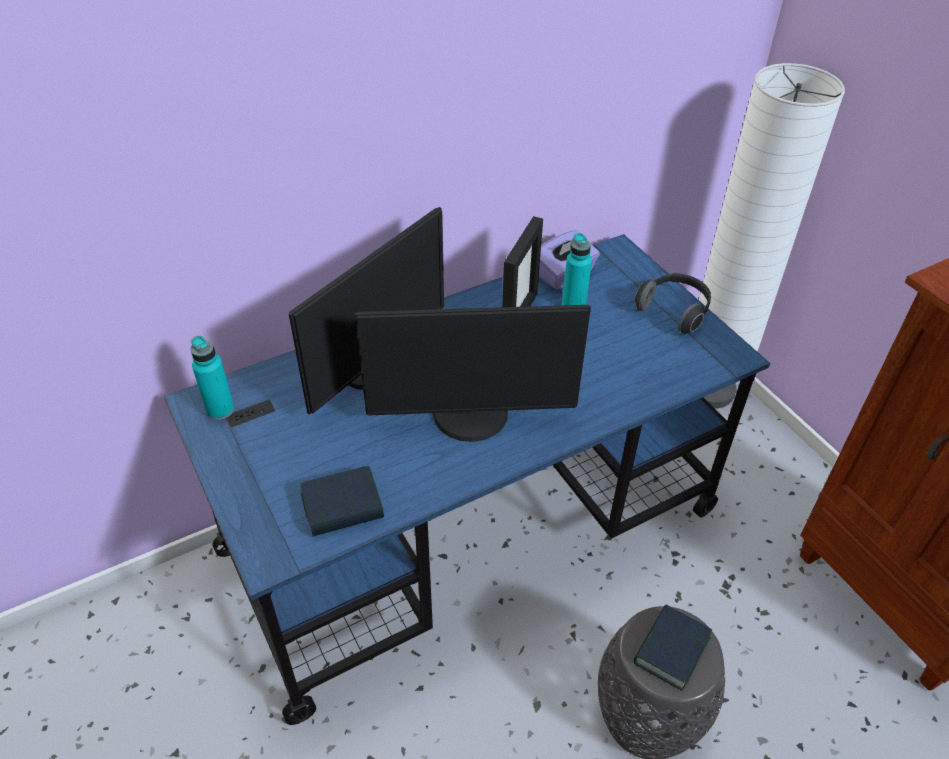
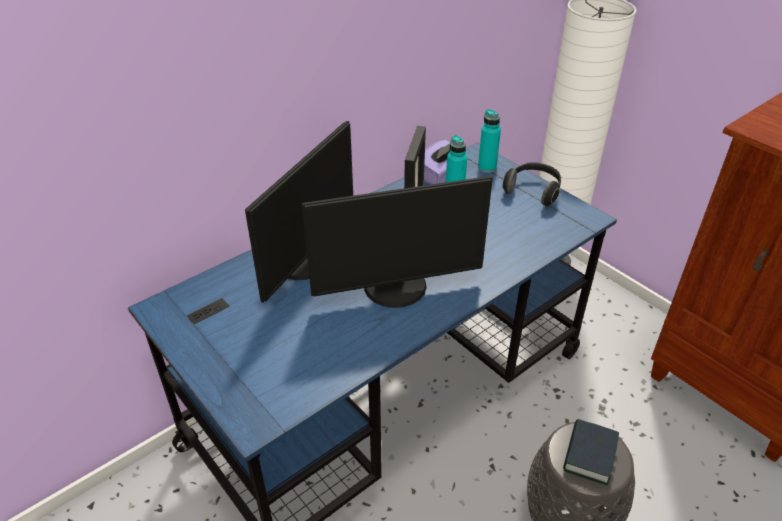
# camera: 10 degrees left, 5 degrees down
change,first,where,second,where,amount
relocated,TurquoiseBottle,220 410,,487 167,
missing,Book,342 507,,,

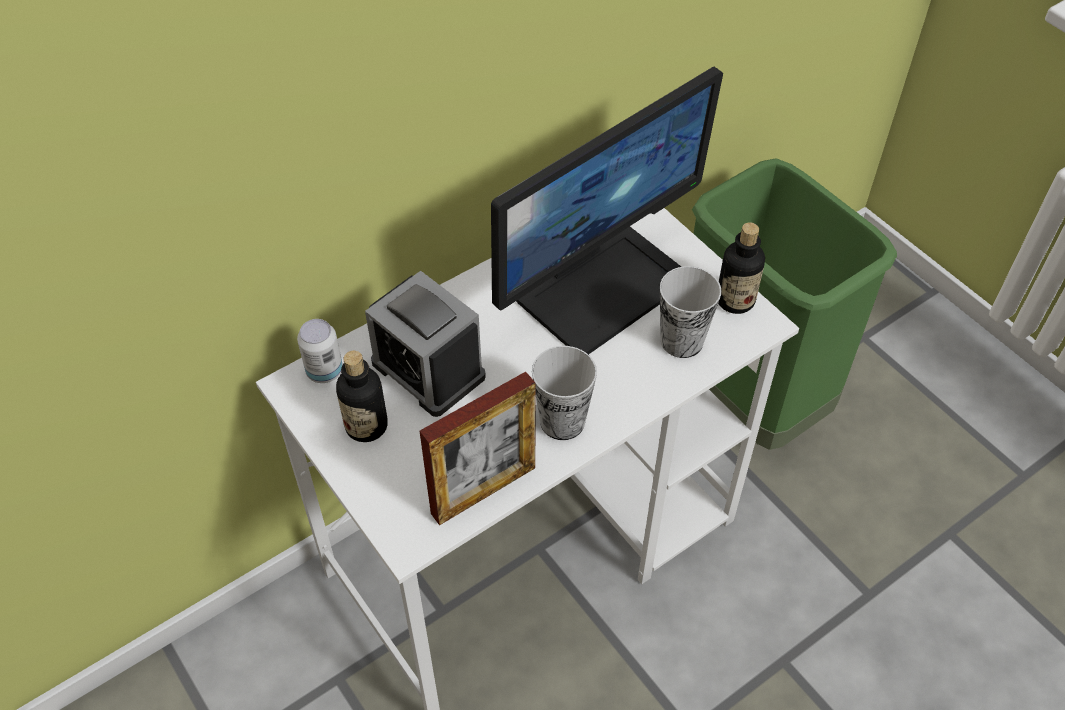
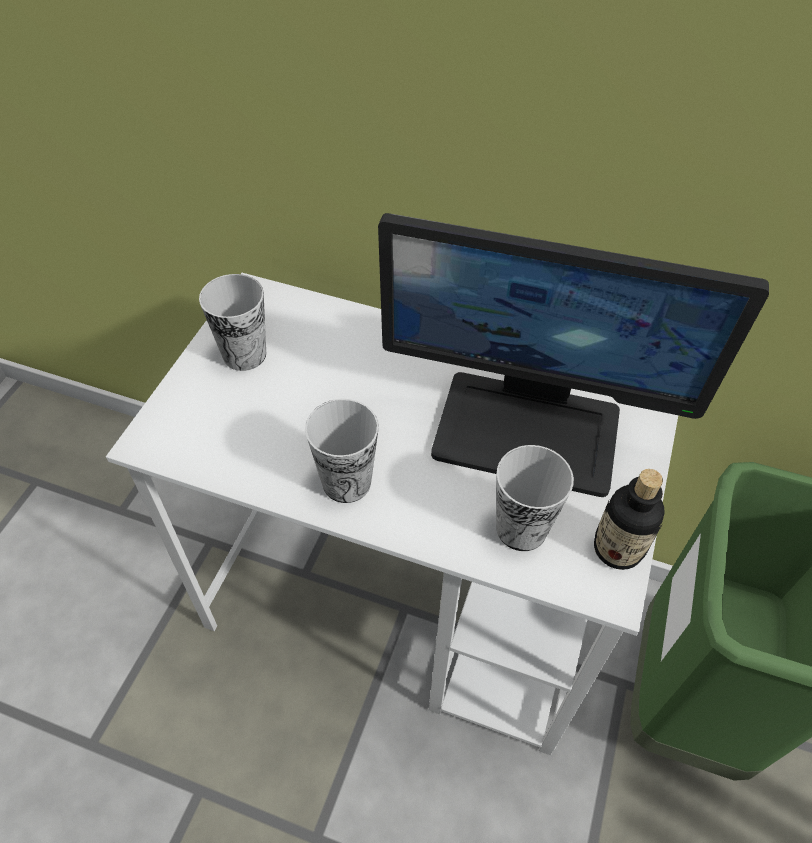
# camera: 55 degrees right, 0 degrees up
change,first,where,second,where,amount
missing,AlarmClock,428 370,,,
missing,Can,324 371,,,
exchanged,Bottle,366 426,Cup,244 354,
missing,PictureFrame,483 490,,,

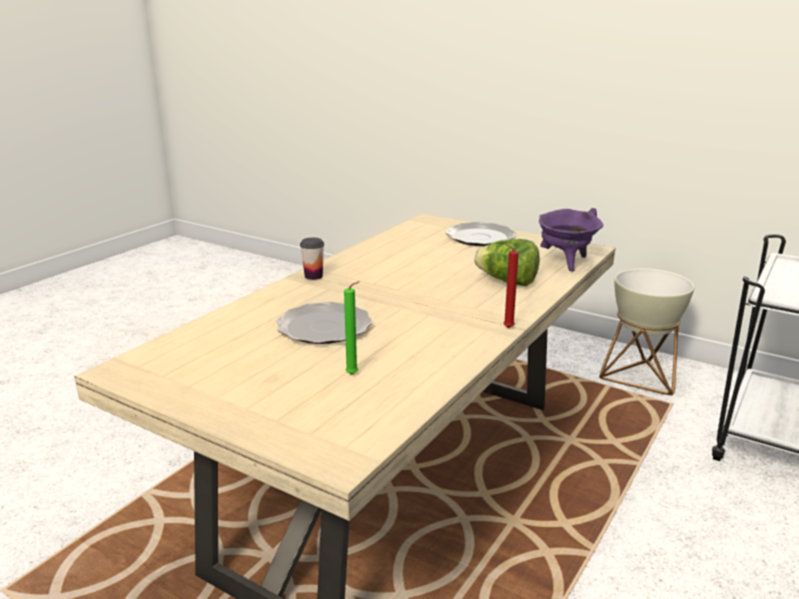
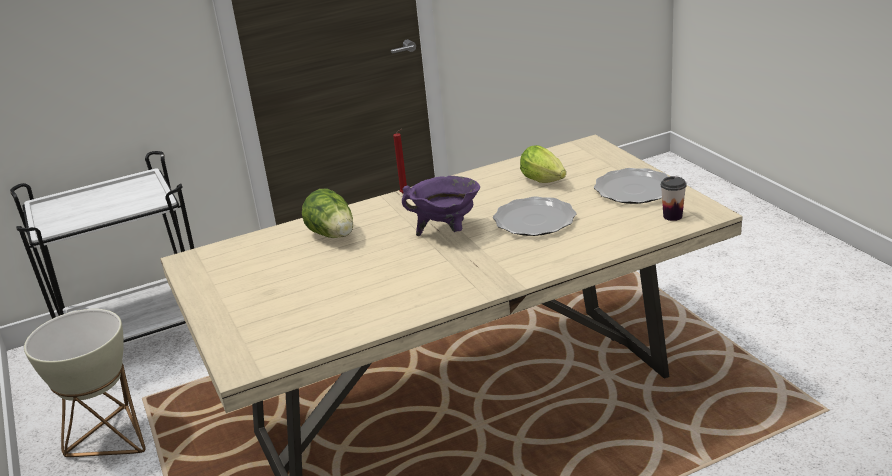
# camera: 145 degrees left, 5 degrees up
change,first,where,second,where,amount
relocated,PurpleCookingPot,565 262,,447 232,
relocated,Plate,480 237,,633 189,
relocated,Cup,313 276,,672 216,
exchanged,GreenCandle,353 375,Lettuce,545 181,

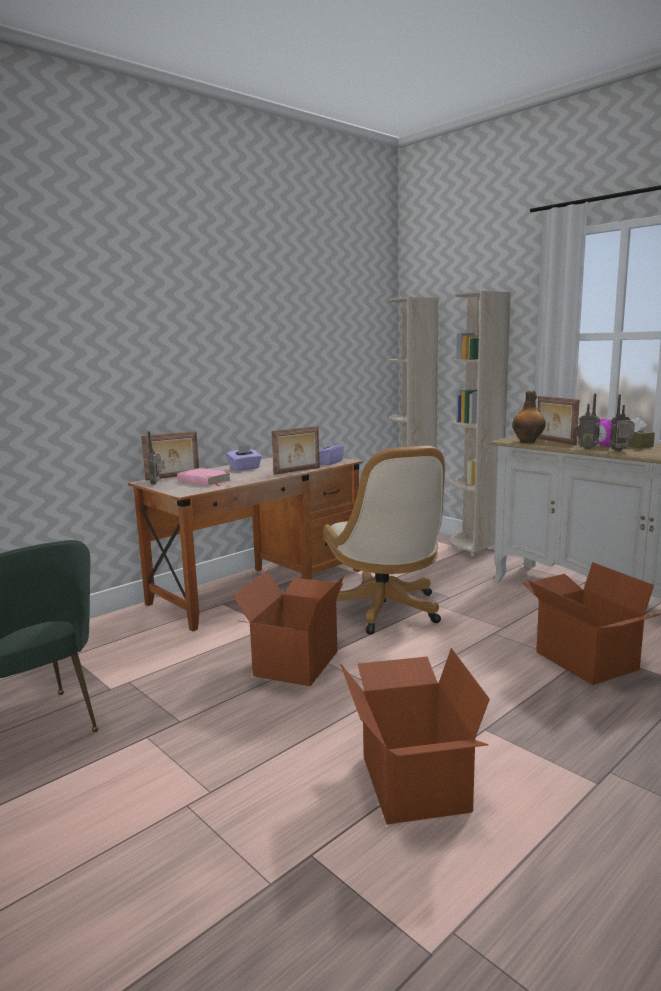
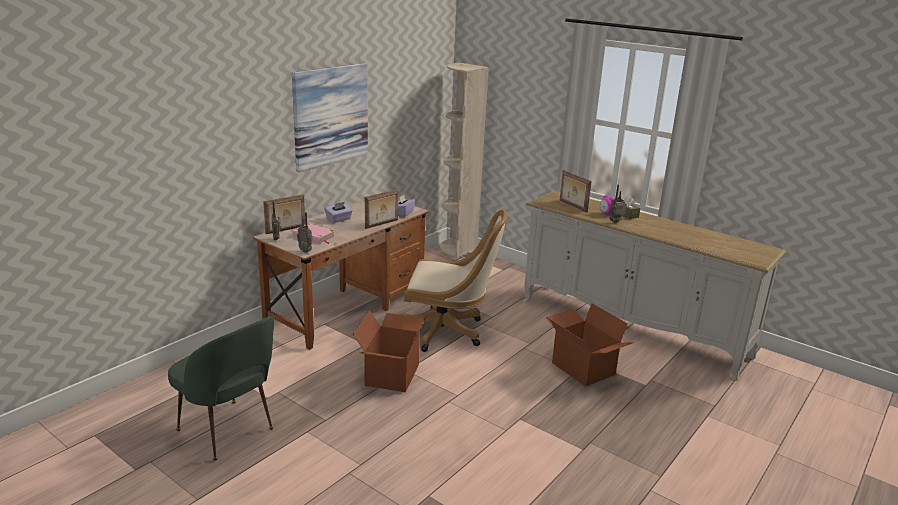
# camera: 10 degrees left, 10 degrees up
change,first,where,second,where,amount
missing,BeigeBookcase,471 548,,,
missing,Bottle,528 442,,,
relocated,Radio,587 448,,306 251,
spun,OfficeChair,386 612,,448 331,60 degrees counterclockwise
missing,CardboardBox,412 783,,,
appeared,,,Picture,331 116,

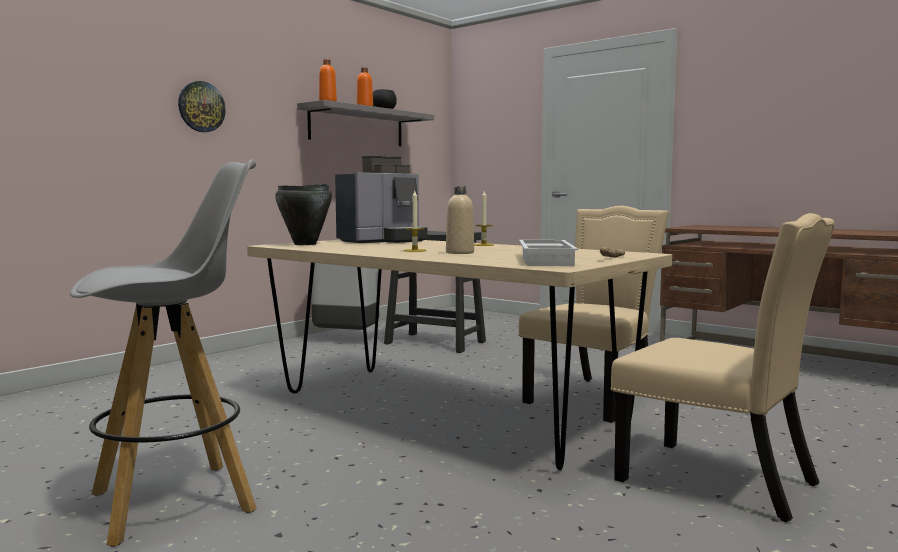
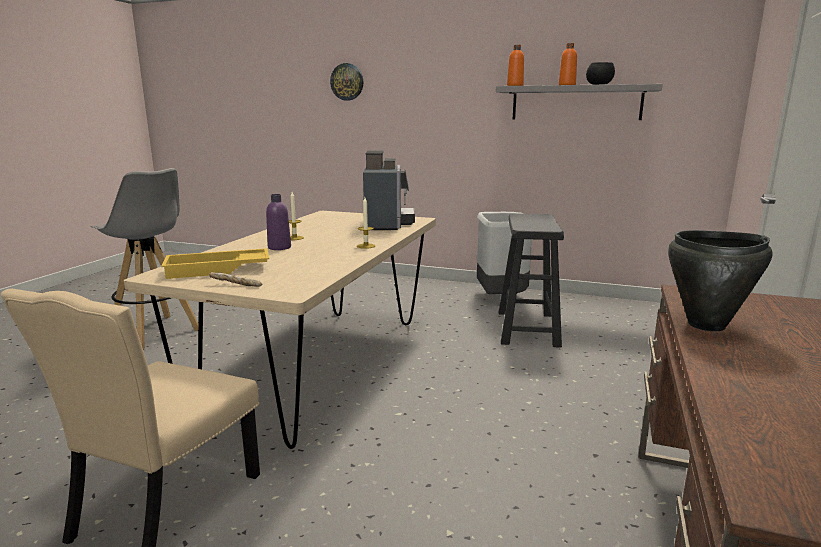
# camera: 70 degrees right, 10 degrees up
change,first,where,second,where,amount
relocated,WallClock,201 107,,347 82,
spun,CoffeeMachine,383 241,,388 224,120 degrees counterclockwise
relocated,BlackCookingPot,305 244,,707 325,
colour,BeigeBottle,460 253,PurpleBottle,279 247,
missing,BeigeChair,592 399,,,
colour,WhiteTray,547 260,YellowTray,217 270,

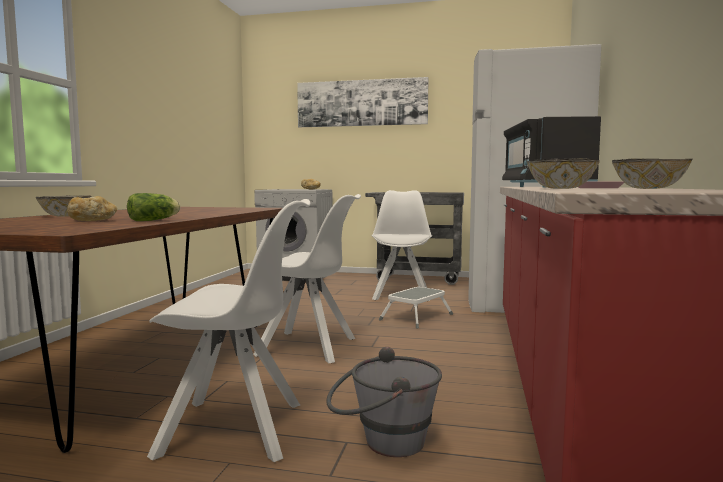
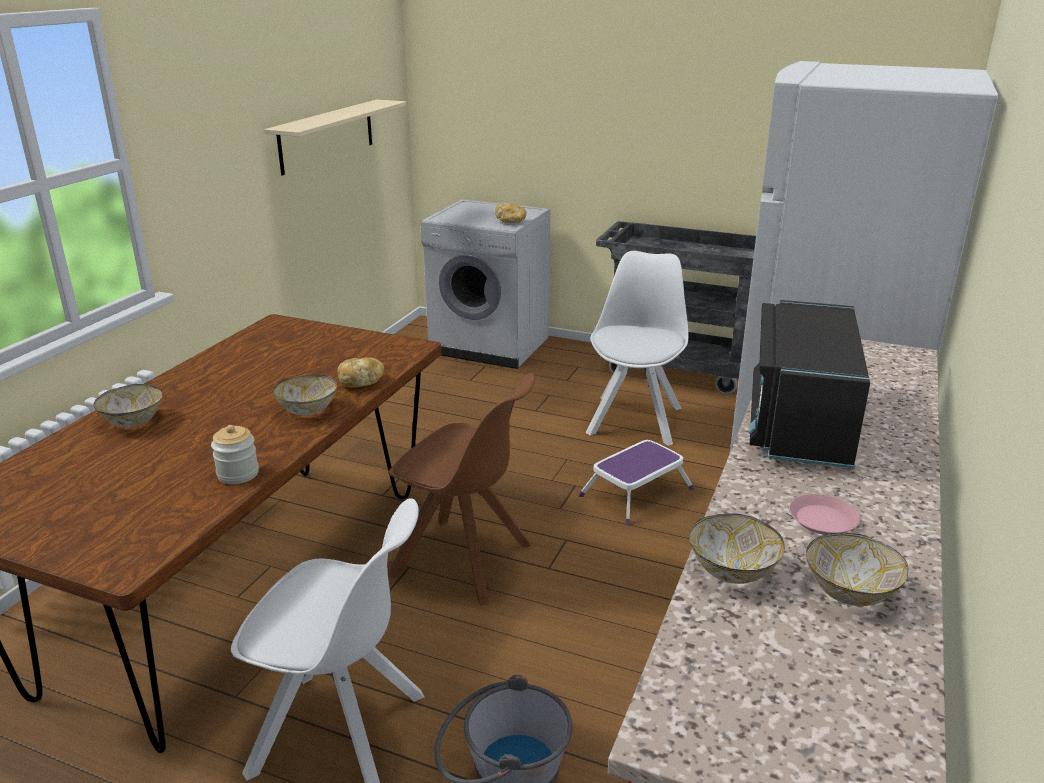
# camera: 10 degrees right, 20 degrees up
change,first,where,second,where,amount
missing,Picture,361 103,,,
exchanged,Lettuce,155 220,Jar,238 474,
colour,WhiteChair,309 347,BrownChair,464 561,
relocated,Bread,92 220,,361 382,
colour,GreyStepLadder,416 317,PurpleStepLadder,636 492,
appeared,,,BeigeShelf,327 136,
appeared,,,Bowl,308 410,

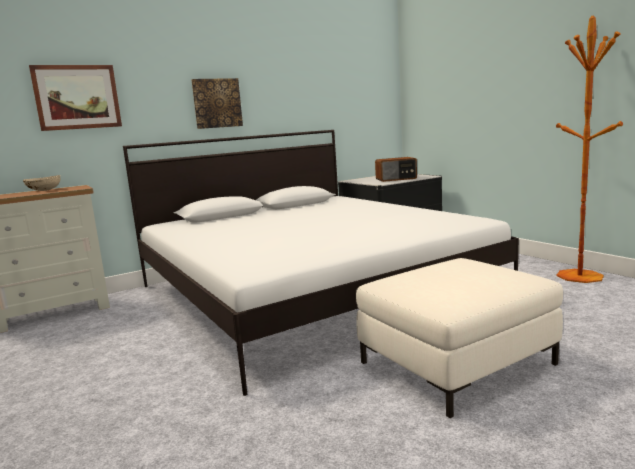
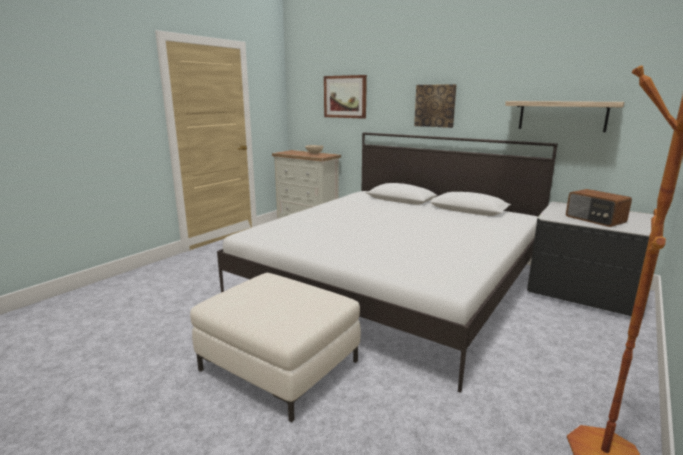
# camera: 65 degrees right, 5 degrees up
change,first,where,second,where,amount
appeared,,,Shelf,562 115,

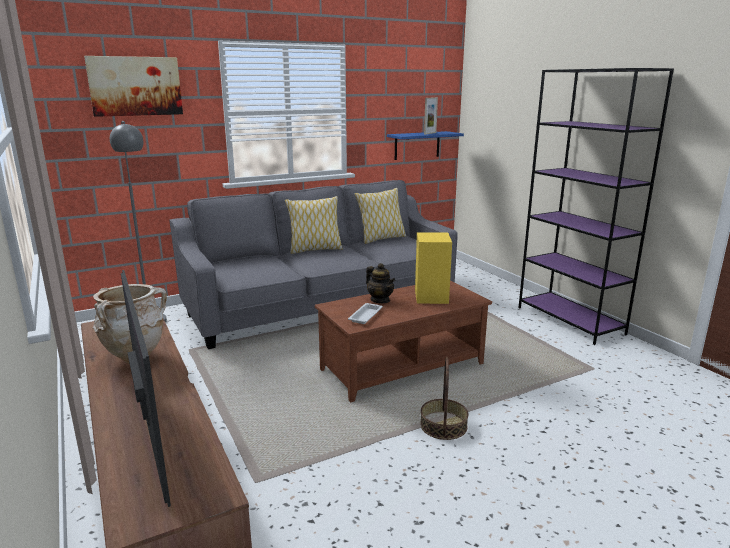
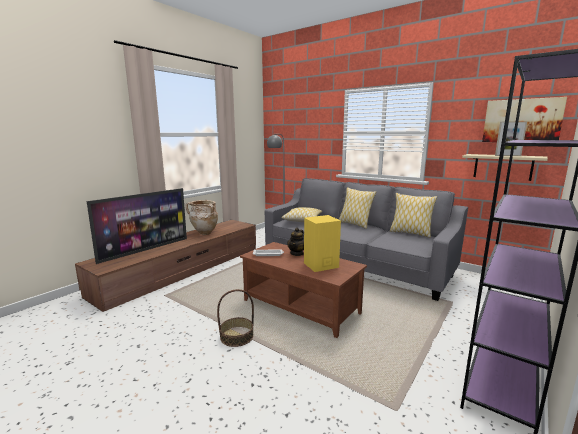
# camera: 65 degrees right, 5 degrees down
change,first,where,second,where,amount
relocated,Picture,135 86,,521 121,
colour,BlueShelf,417 145,BeigeShelf,502 167,
appeared,,,Pillow,302 220,

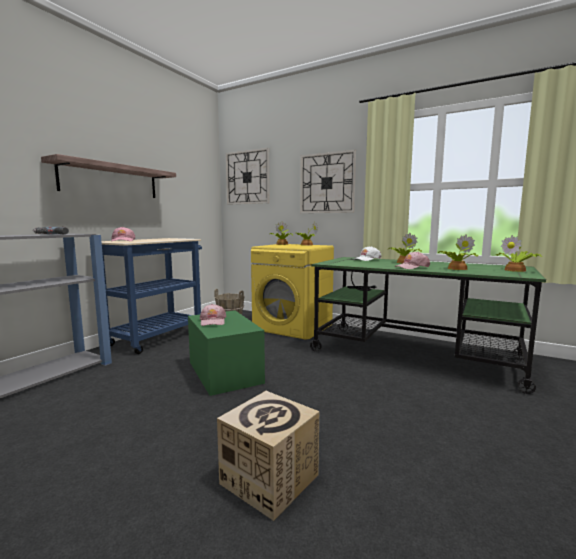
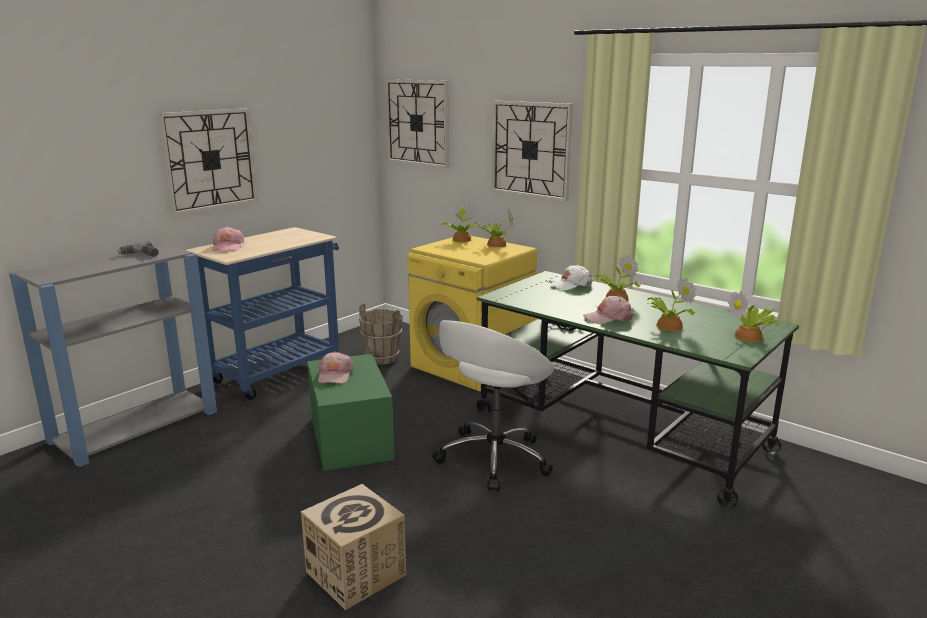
# camera: 10 degrees right, 10 degrees up
change,first,where,second,where,amount
exchanged,Shelf,111 181,WallClock,210 160,
appeared,,,WhiteOfficeChair,492 460,

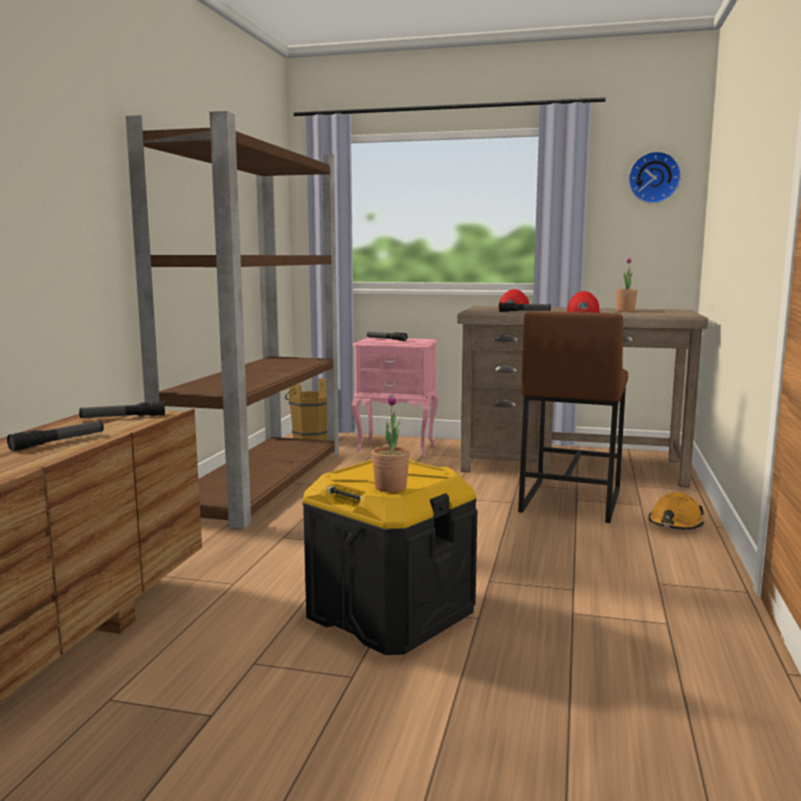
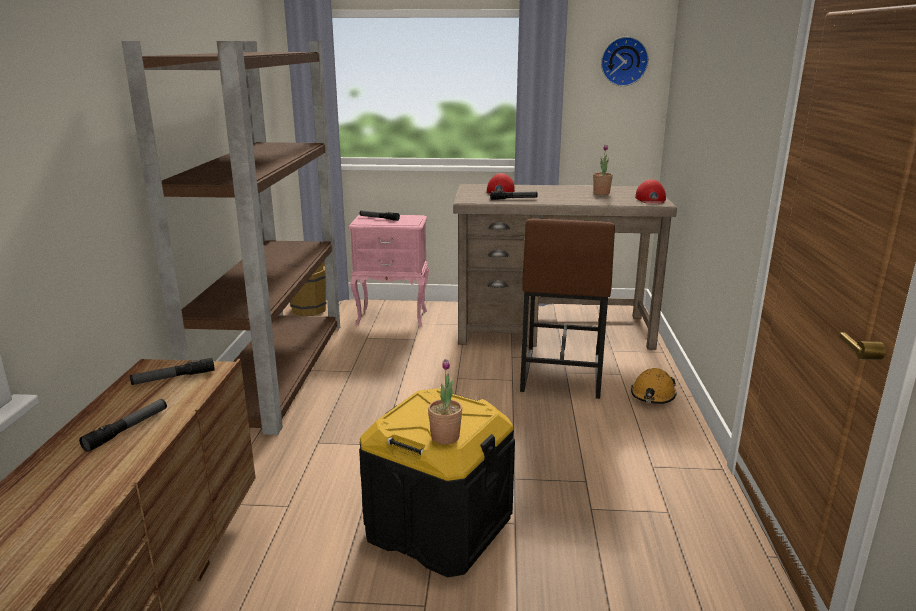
# camera: 10 degrees left, 10 degrees up
change,first,where,second,where,amount
relocated,RedCap,583 312,,651 199,

